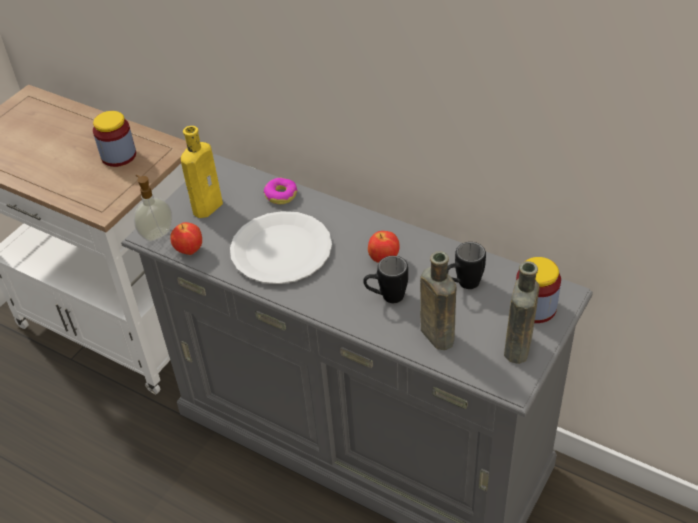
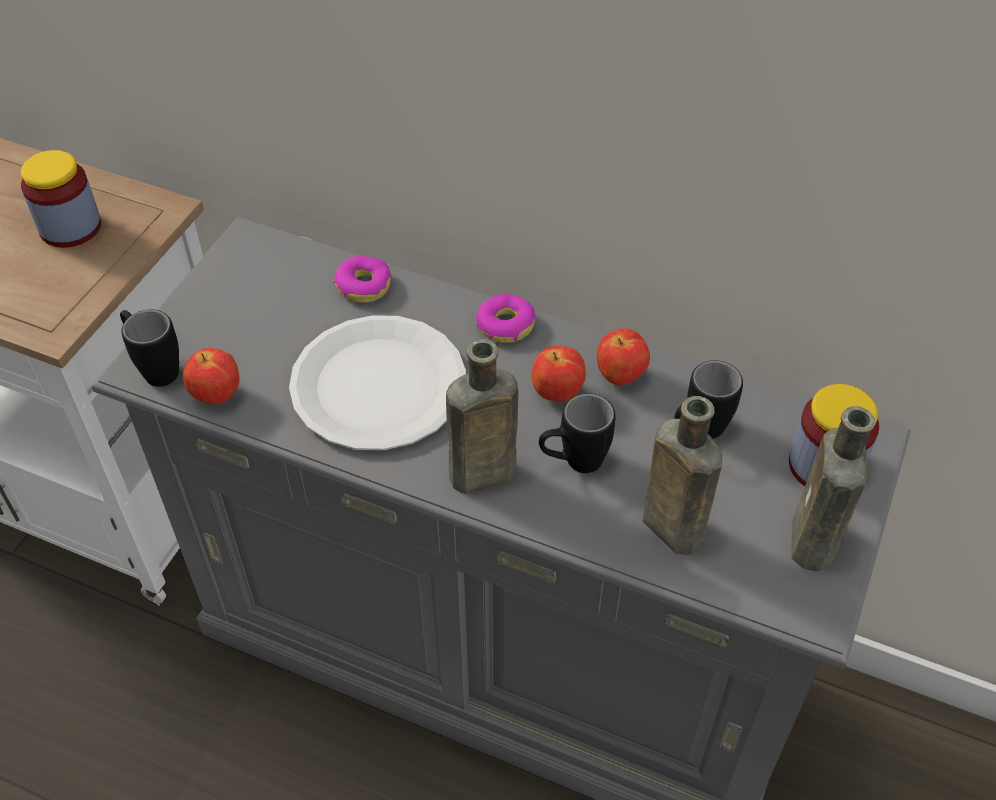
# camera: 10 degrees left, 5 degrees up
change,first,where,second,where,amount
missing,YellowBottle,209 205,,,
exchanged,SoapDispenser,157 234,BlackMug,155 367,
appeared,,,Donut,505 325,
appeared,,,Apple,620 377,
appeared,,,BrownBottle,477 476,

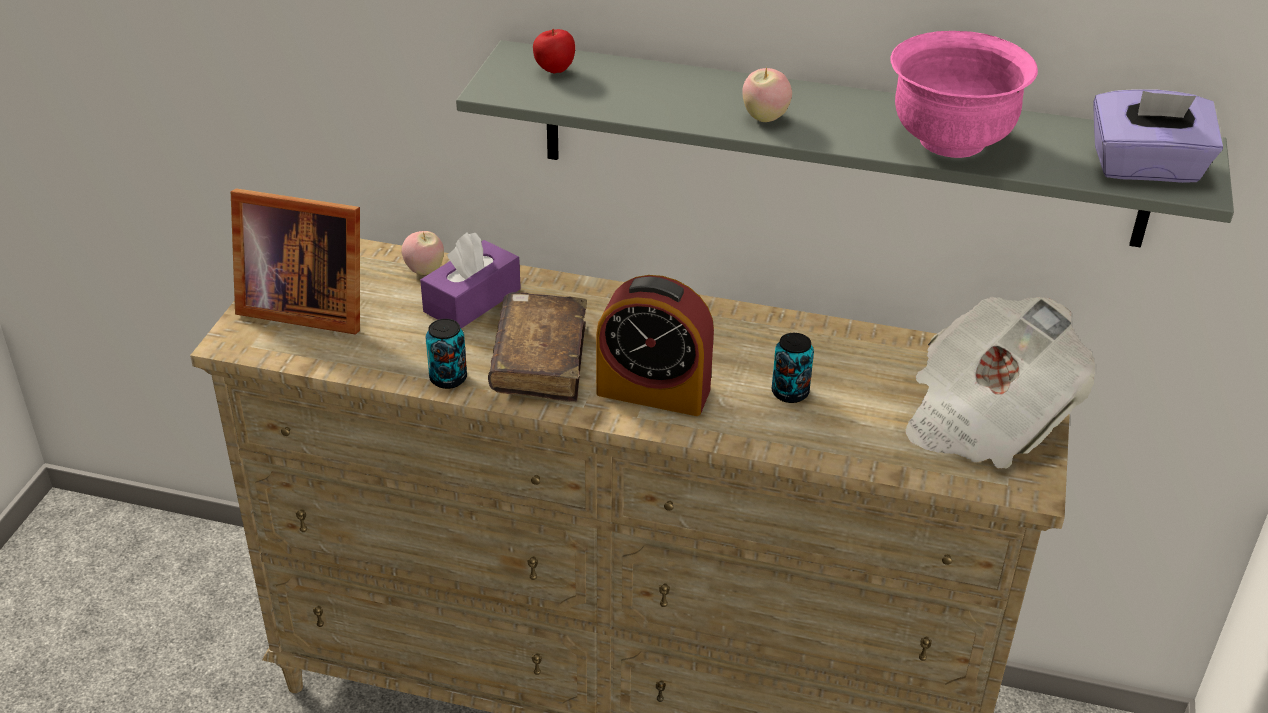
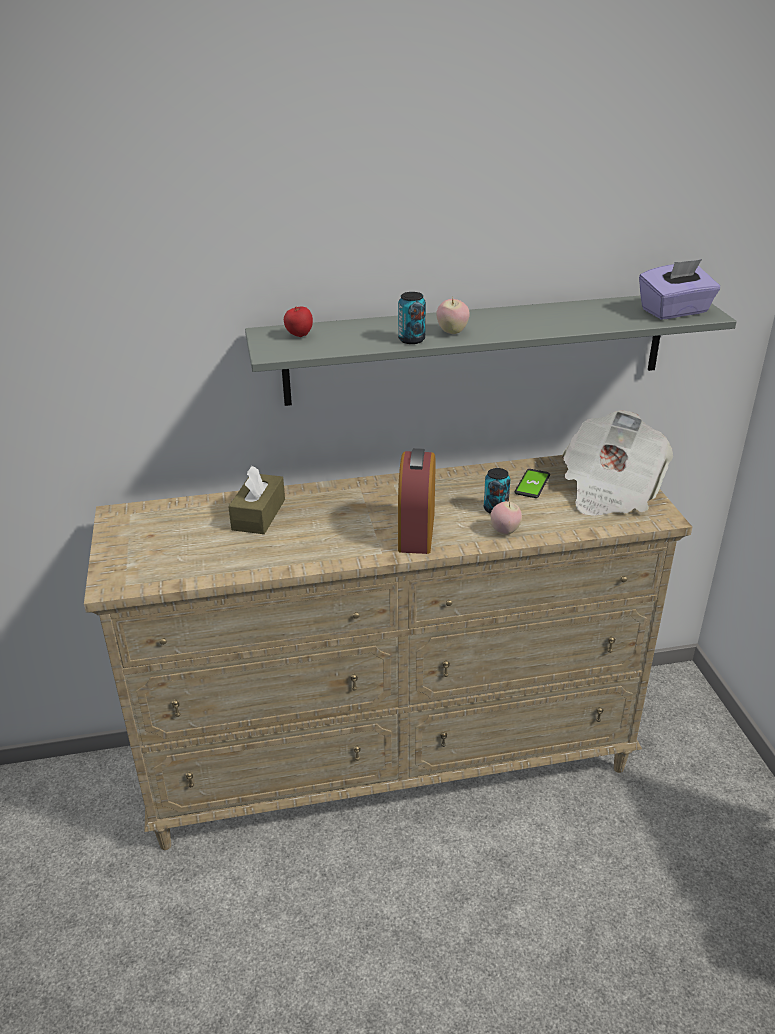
# camera: 25 degrees left, 5 degrees down
change,first,where,second,where,amount
missing,PinkBowl,950 141,,,
missing,PictureFrame,303 306,,,
relocated,Apple,424 270,,505 531,
colour,PurpleTissueBox,472 300,BrownTissueBox,258 515,
spun,AlarmClock,653 391,,416 532,105 degrees clockwise
missing,BrownBook,540 360,,,
relocated,Can,448 378,,411 340,
appeared,,,Phone,532 484,

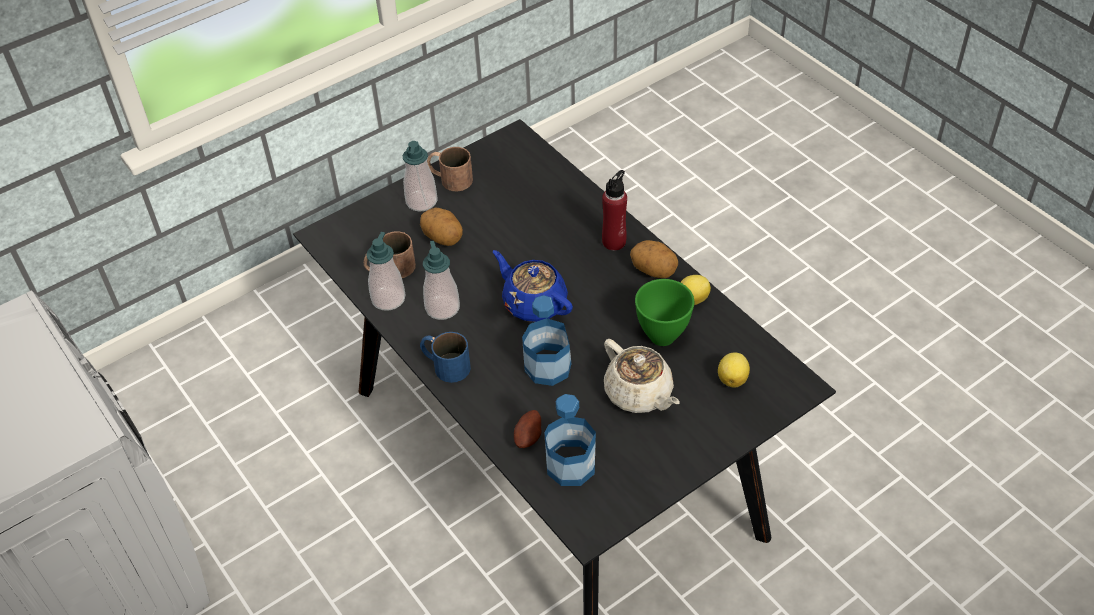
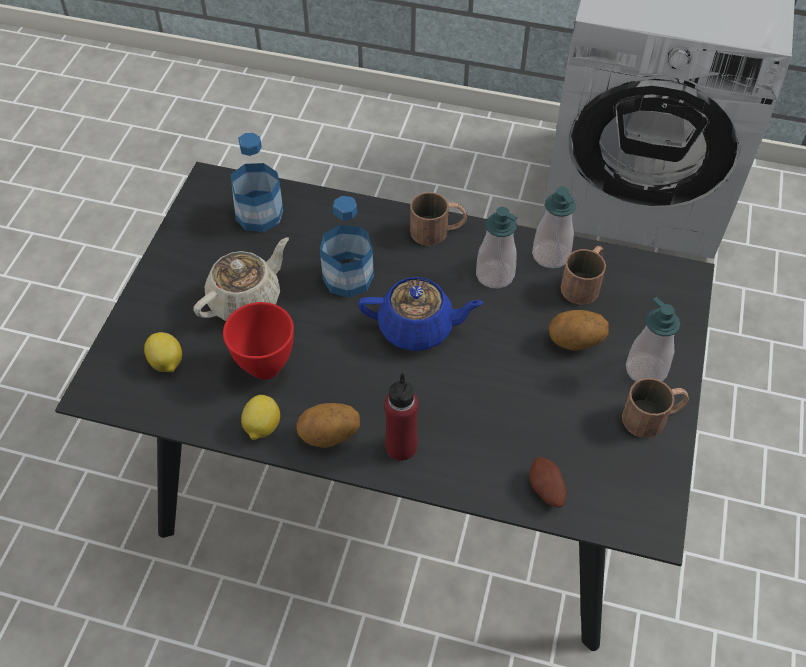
# camera: 140 degrees right, 5 degrees up
change,first,where,second,where,amount
colour,GreenBowl,663 335,RedBowl,265 368,
colour,BlueMug,444 364,BrownMug,438 230,
spun,BeigeTeapot,639 394,,246 300,120 degrees clockwise
relocated,Potato,529 437,,545 490,

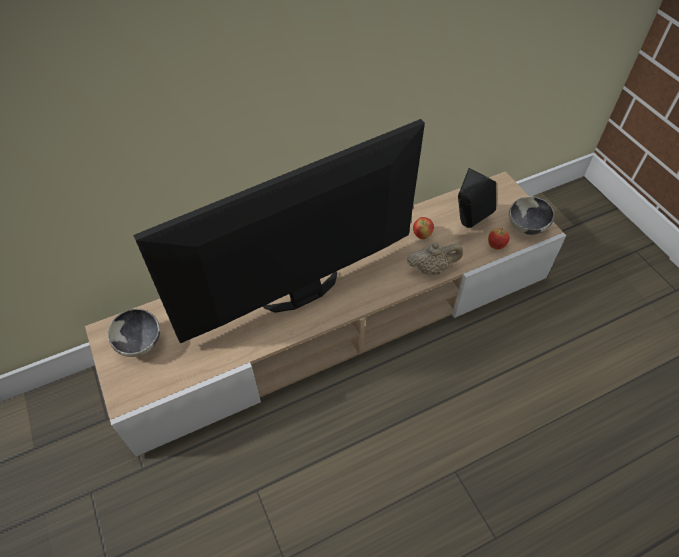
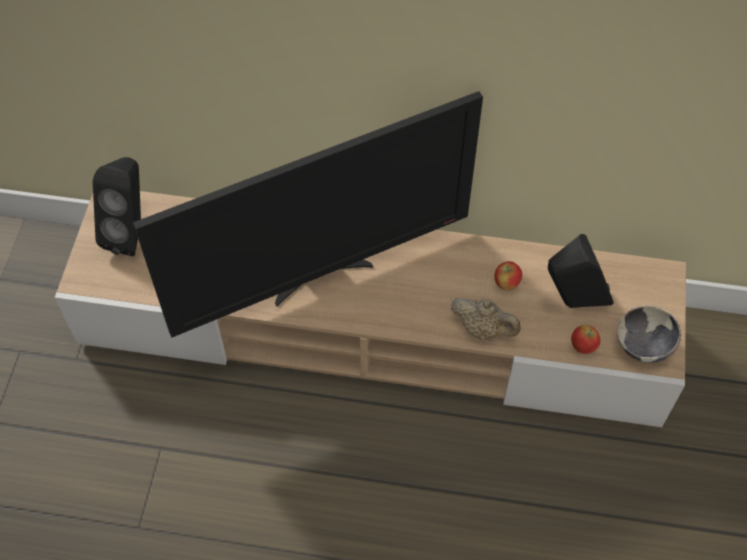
# camera: 35 degrees right, 5 degrees up
change,first,where,second,where,amount
spun,Television,304 295,,321 276,150 degrees clockwise
exchanged,Bowl,140 343,BlackSpeaker,131 232,

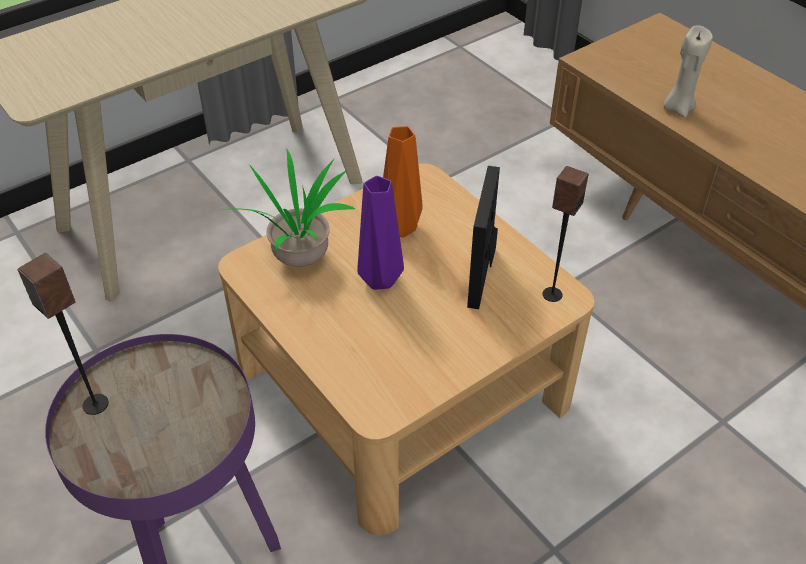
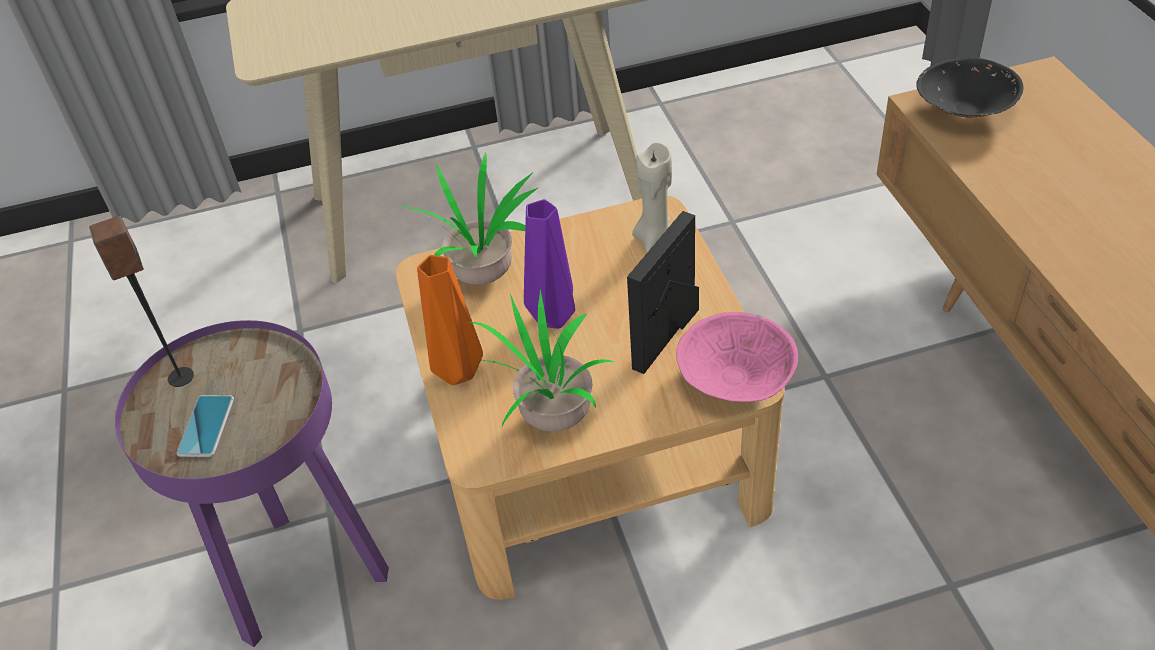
# camera: 25 degrees right, 0 degrees up
change,first,where,second,where,amount
relocated,BeigeCandle,678 108,,654 239,
relocated,OrangeVase,399 228,,456 371,
exchanged,Speaker,551 294,PinkBowl,736 376,
appeared,,,BlackBowl,963 109,
appeared,,,PottedPlant,550 417,
appeared,,,Phone,206 426,

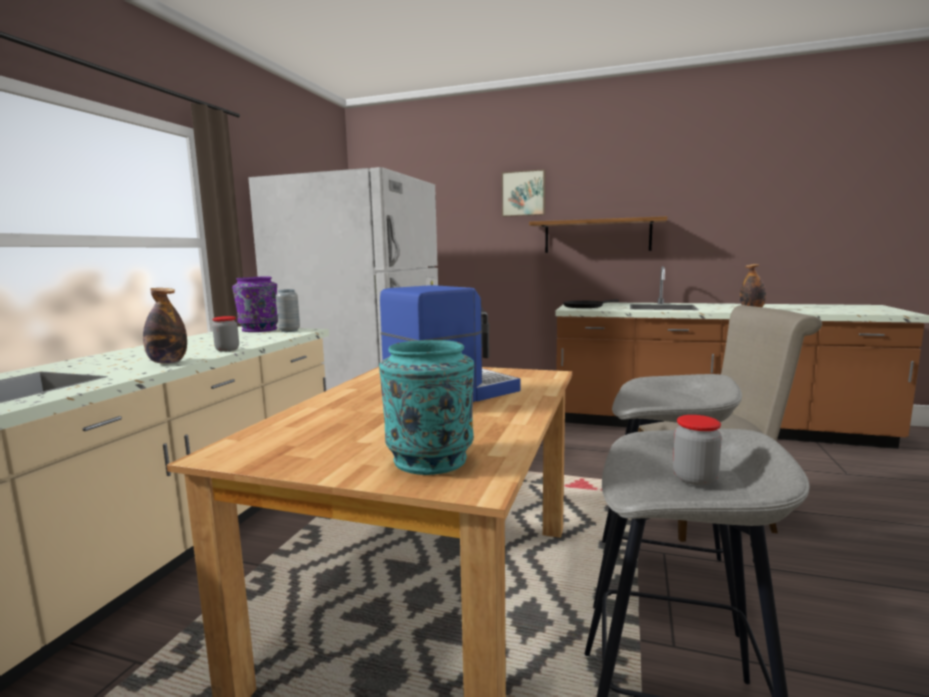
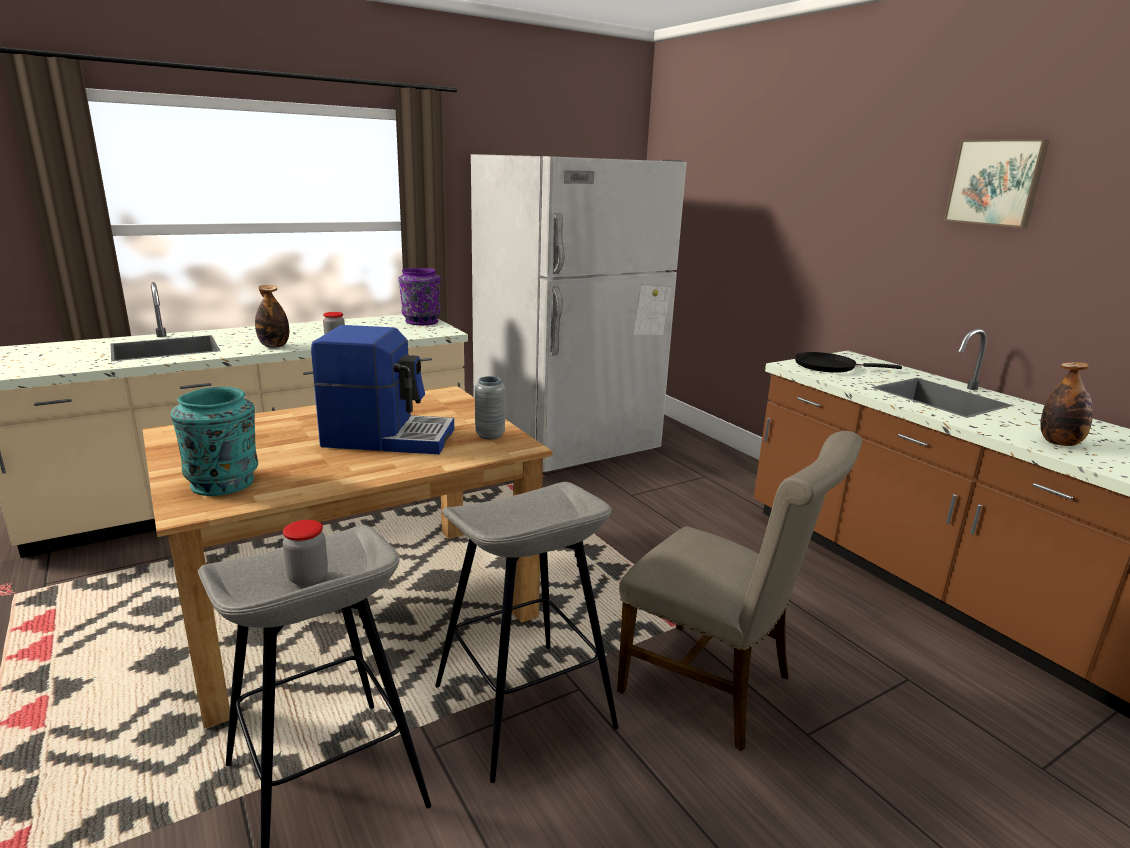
# camera: 40 degrees right, 10 degrees up
change,first,where,second,where,amount
relocated,Picture,523 193,,996 182,
missing,Shelf,597 236,,,
relocated,GreyVase,289 331,,490 435,

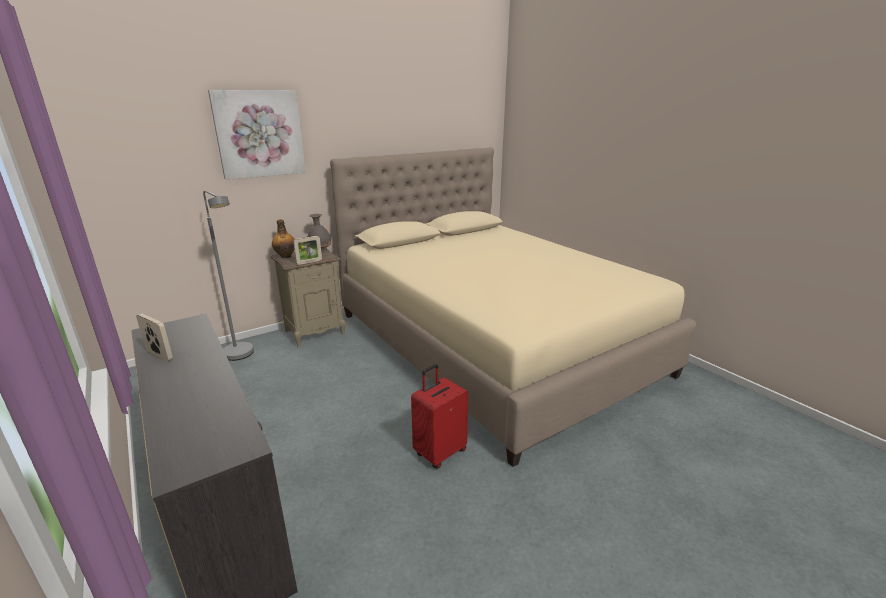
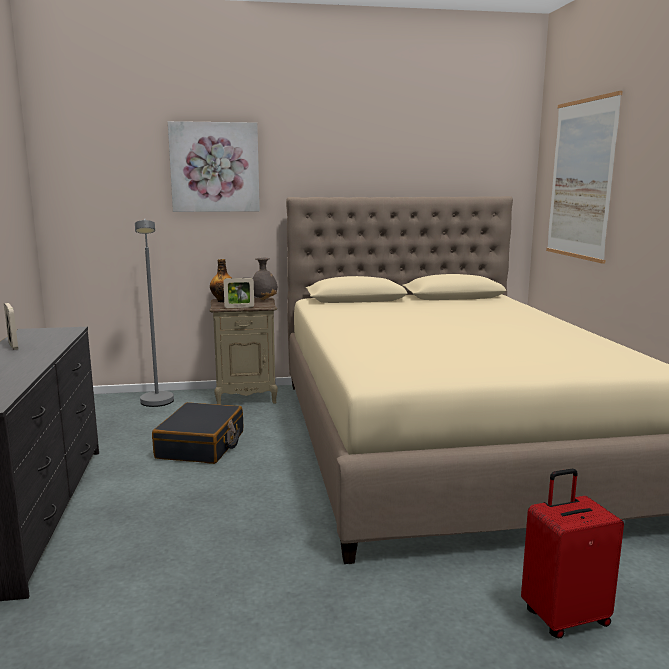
# camera: 25 degrees right, 10 degrees down
change,first,where,second,where,amount
relocated,RedSuitcase,439 452,,564 617,
appeared,,,Picture,581 179,
appeared,,,BlackSuitcase,201 445,

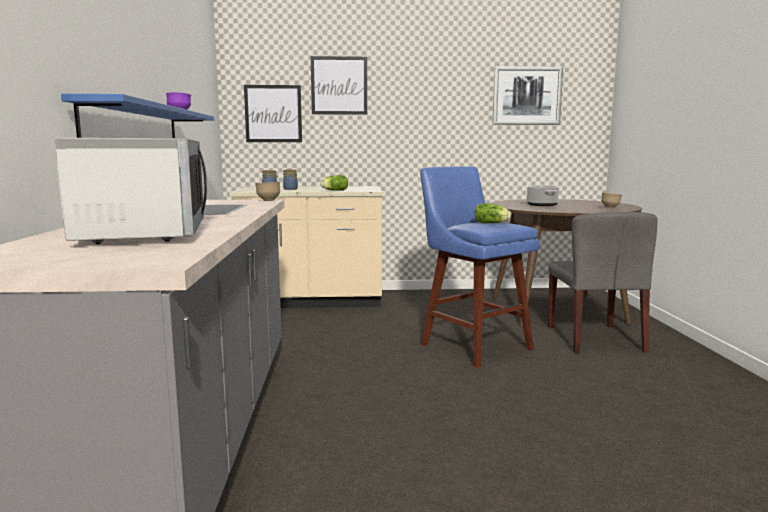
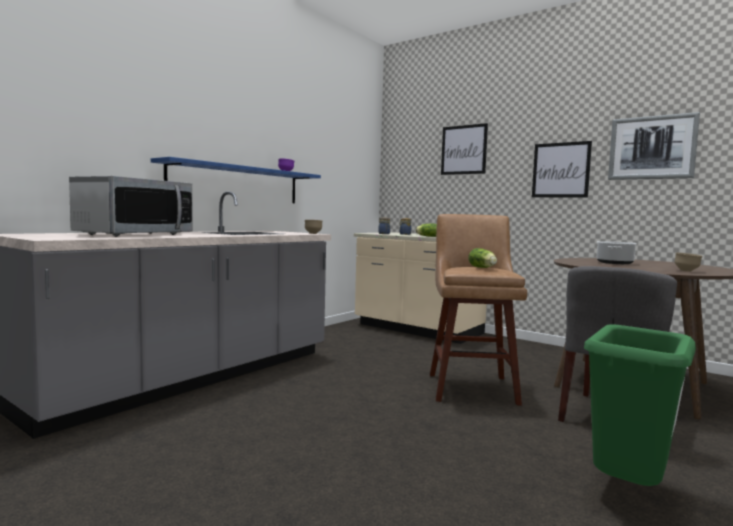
# camera: 40 degrees right, 5 degrees down
change,first,where,second,where,amount
relocated,Picture,273 114,,560 170,
colour,BlueStool,473 346,BrownStool,471 387,
appeared,,,GreenTrashCan,627 492,

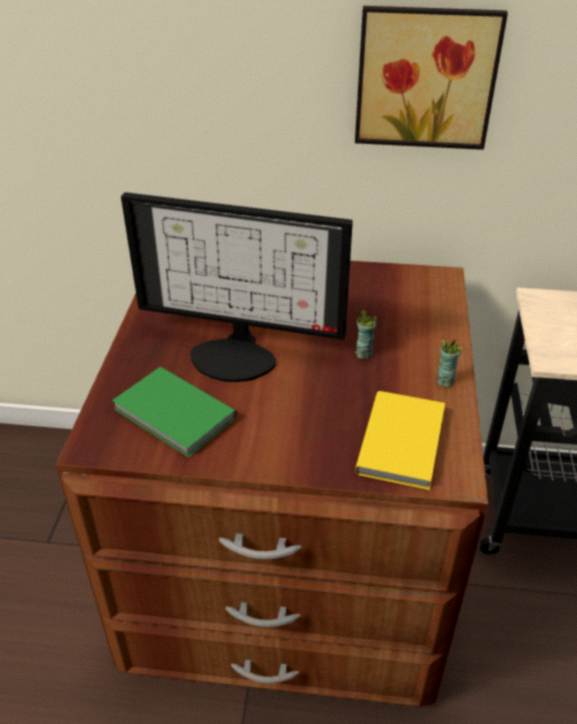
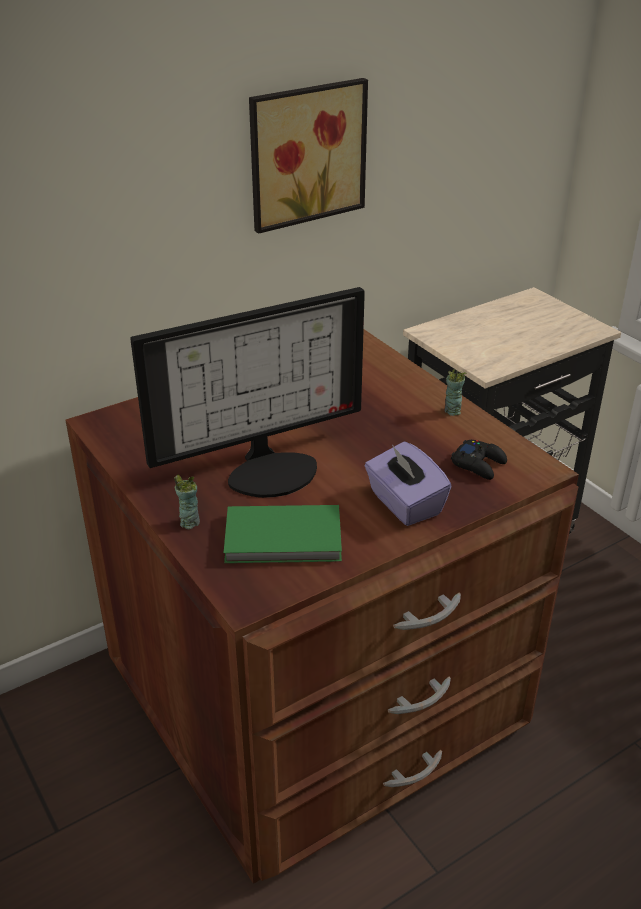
# camera: 40 degrees left, 5 degrees down
change,first,where,second,where,amount
relocated,Cup,364 353,,189 522,
exchanged,YellowBook,404 441,BlackGameController,479 464,
appeared,,,PurpleTissueBox,404 503,

